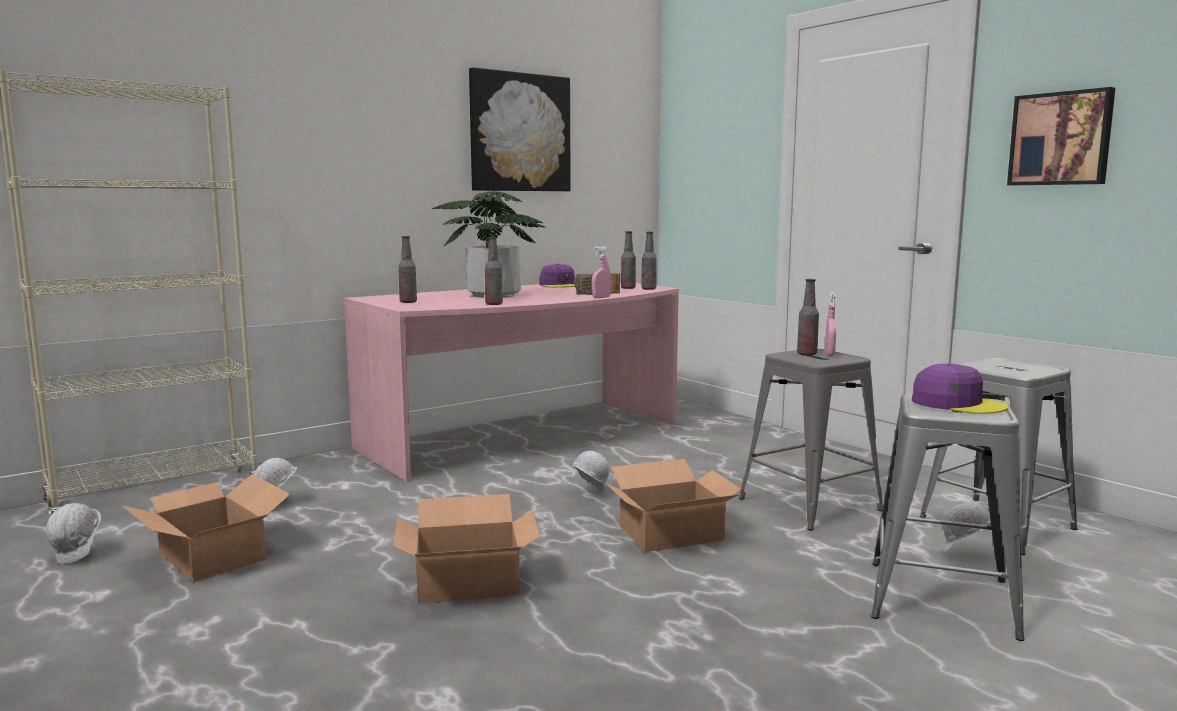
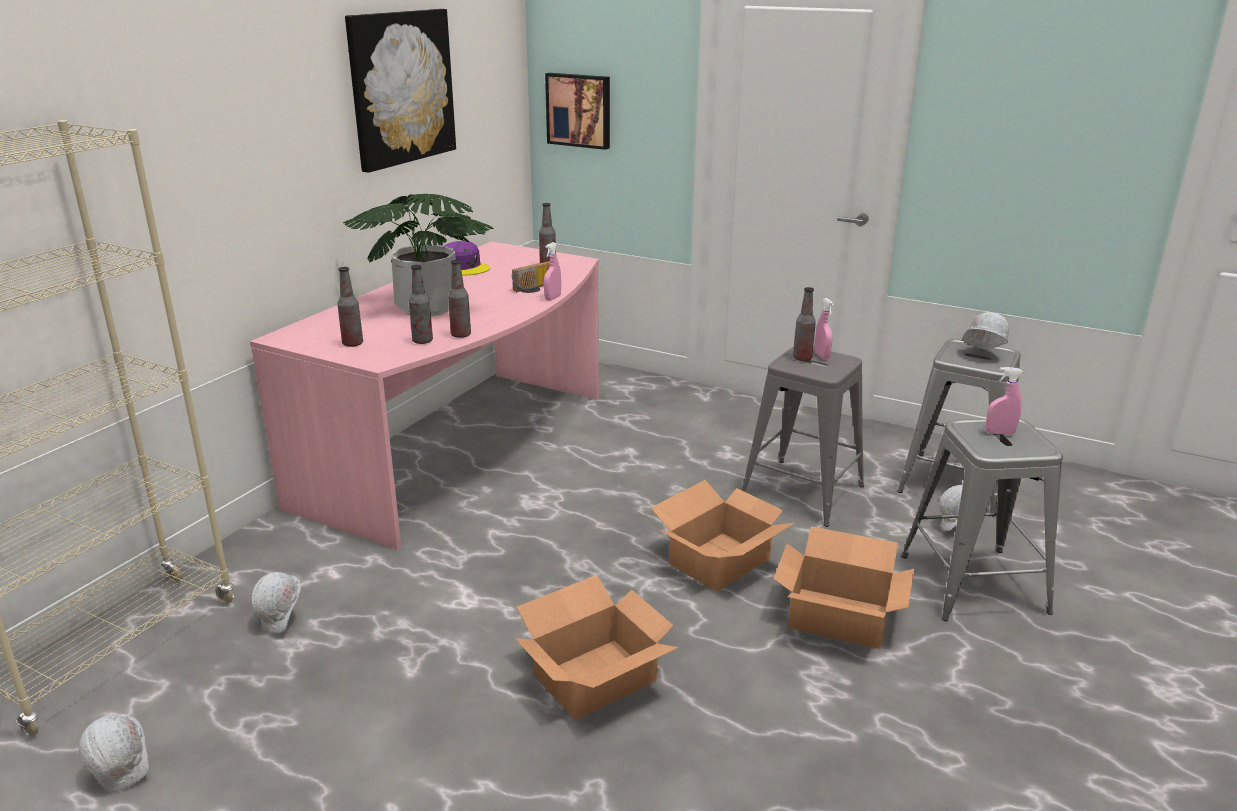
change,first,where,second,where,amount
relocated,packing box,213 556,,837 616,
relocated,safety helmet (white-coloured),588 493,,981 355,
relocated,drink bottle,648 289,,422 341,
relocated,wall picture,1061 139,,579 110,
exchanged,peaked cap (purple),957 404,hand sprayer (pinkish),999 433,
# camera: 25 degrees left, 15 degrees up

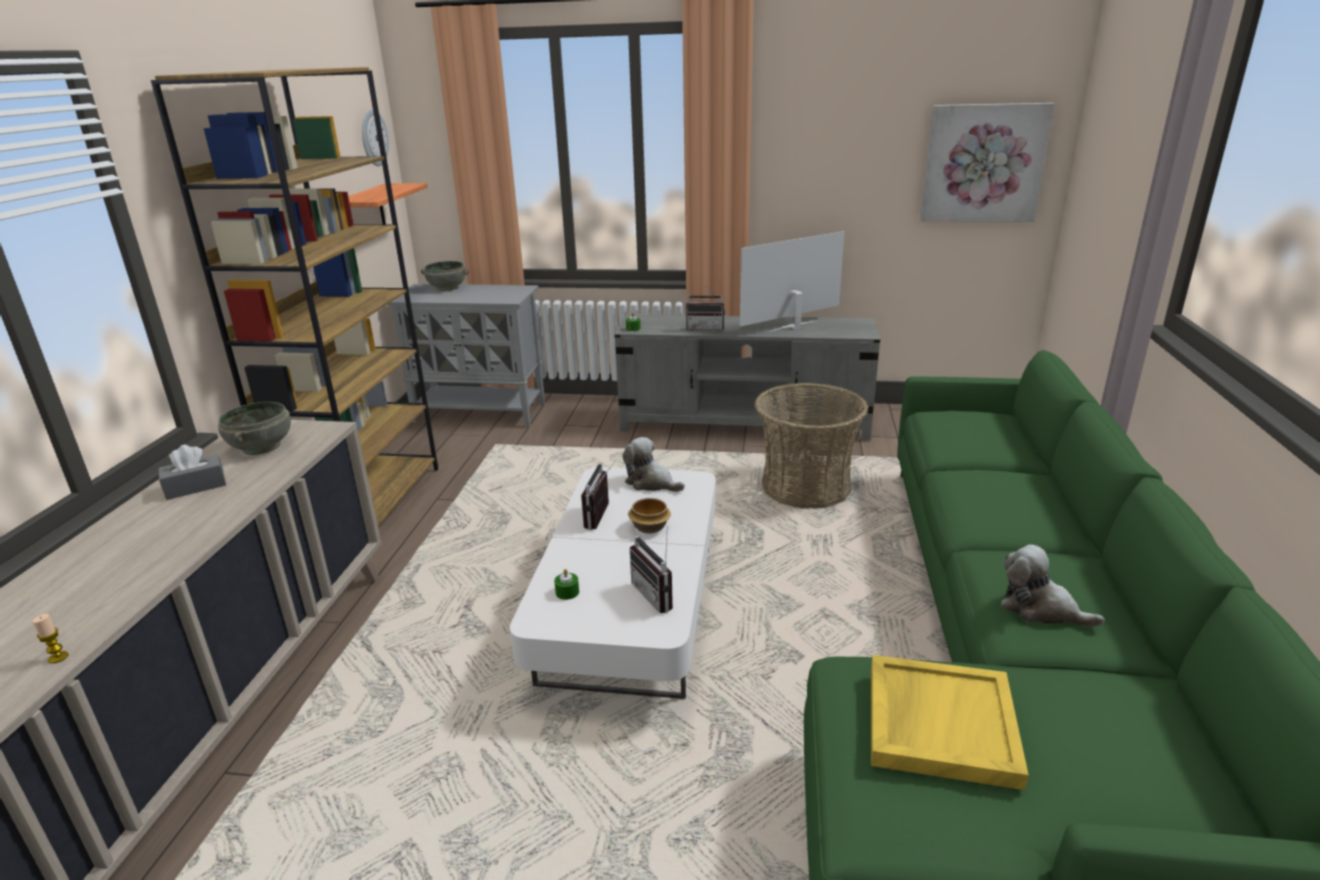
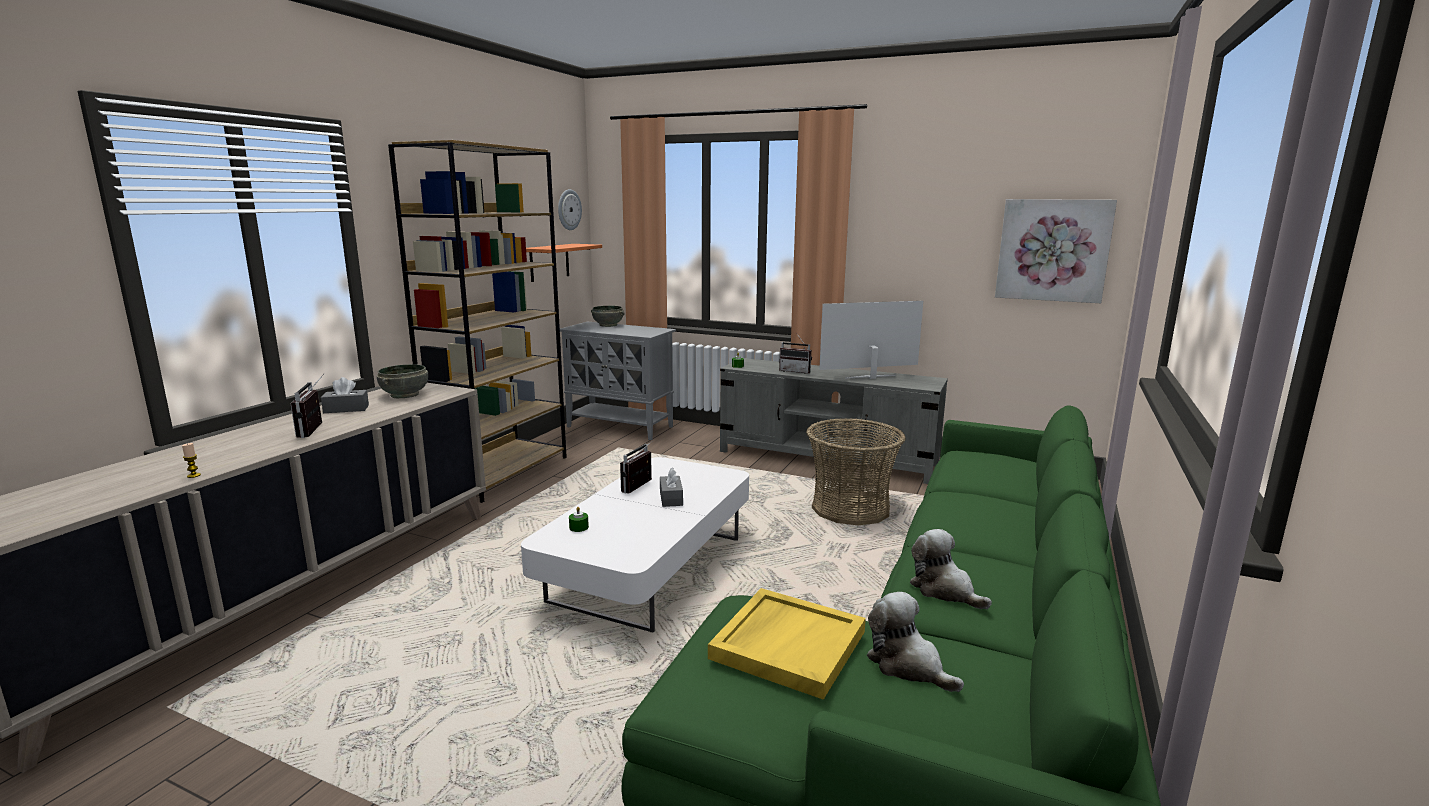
change,first,where,second,where,amount
relocated,plush toy,651 483,,908 665,
relocated,radio,658 595,,316 431,
exchanged,deep dish,649 527,tissue box (gray),671 498,
# camera: 15 degrees right, 10 degrees down

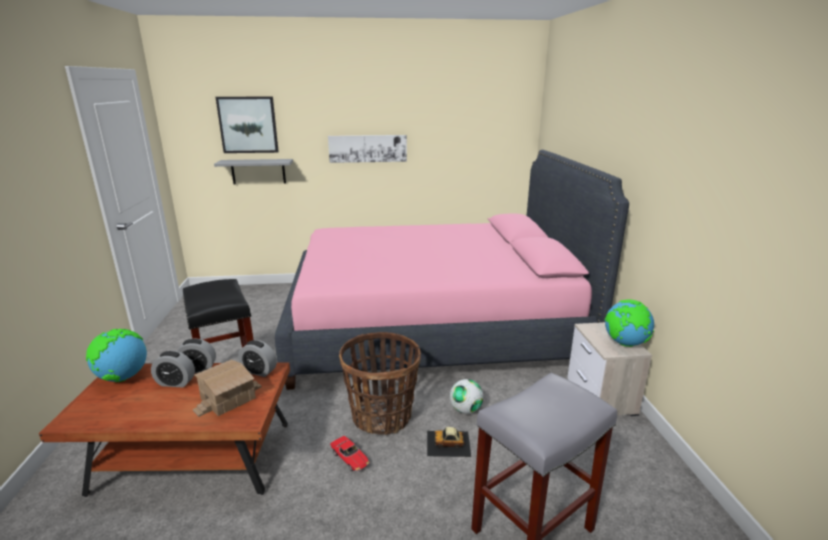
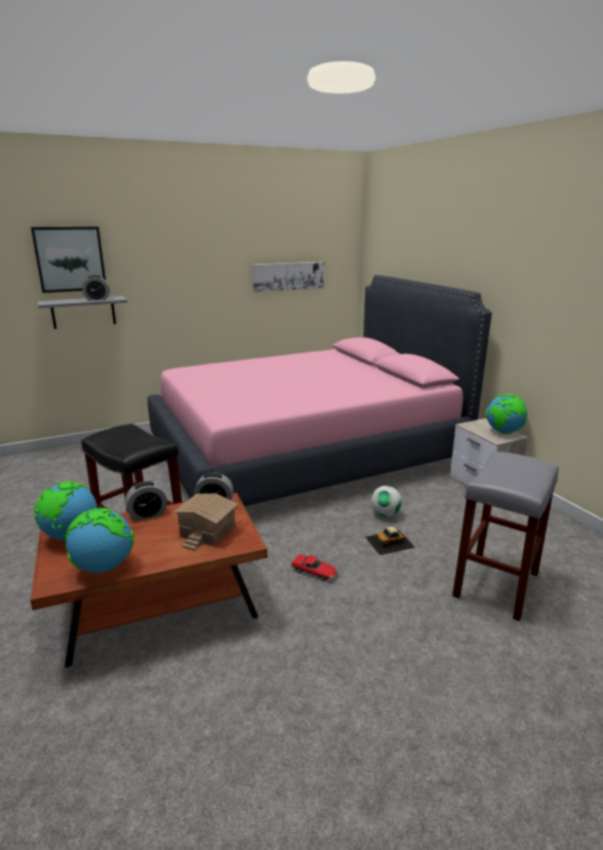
change,first,where,second,where,amount
missing,household basket,382 416,,,
appeared,,,globe,104 567,
relocated,alarm clock,176 382,,97 299,
relocated,wall picture,368 148,,288 276,
# camera: 20 degrees left, 0 degrees up

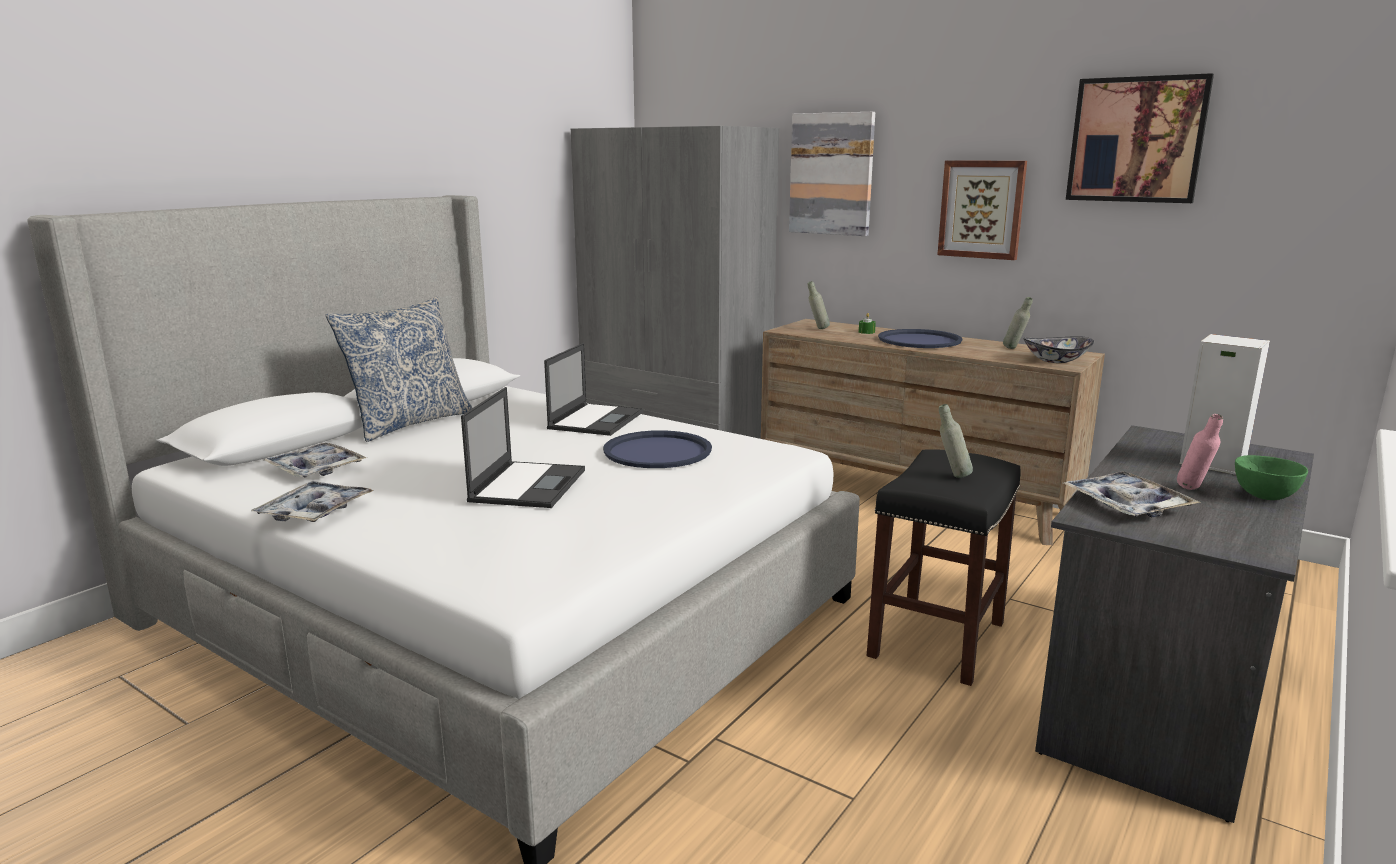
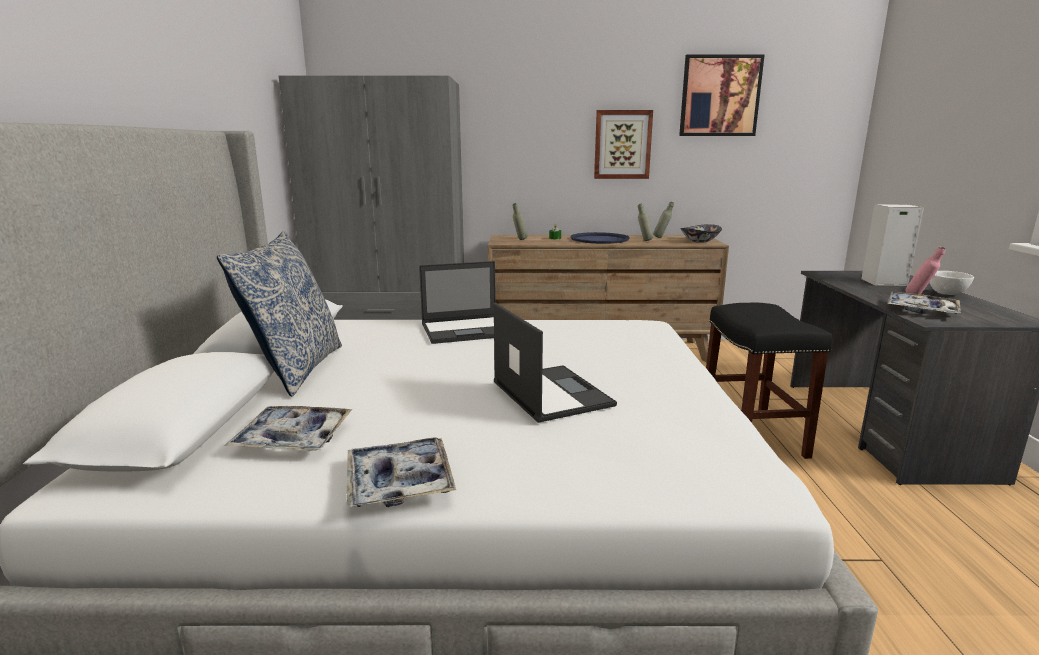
change,first,where,second,where,amount
missing,carrying tray (blue),657 451,,,
missing,wall picture,831 174,,,
relocated,drink bottle (gray),952 476,,644 241,
colour,deep dish (green),1264 497,deep dish (white-coloured),947 294,
spun,notebook computer,596 420,,466 330,90 degrees clockwise
# camera: 35 degrees left, 0 degrees up

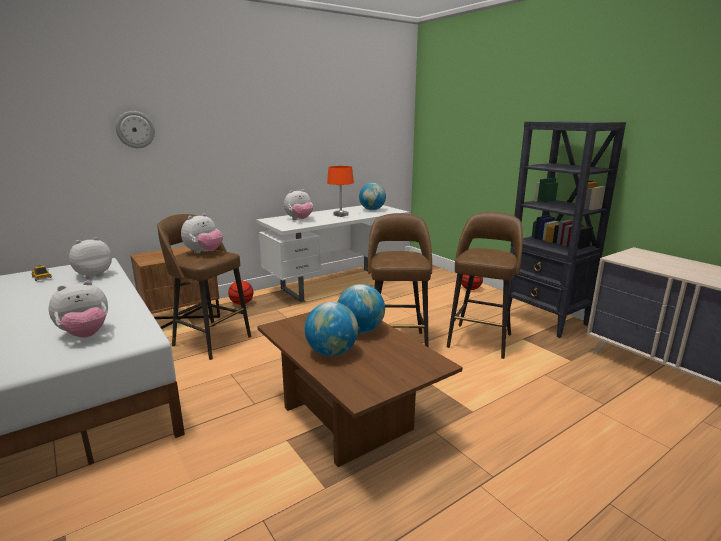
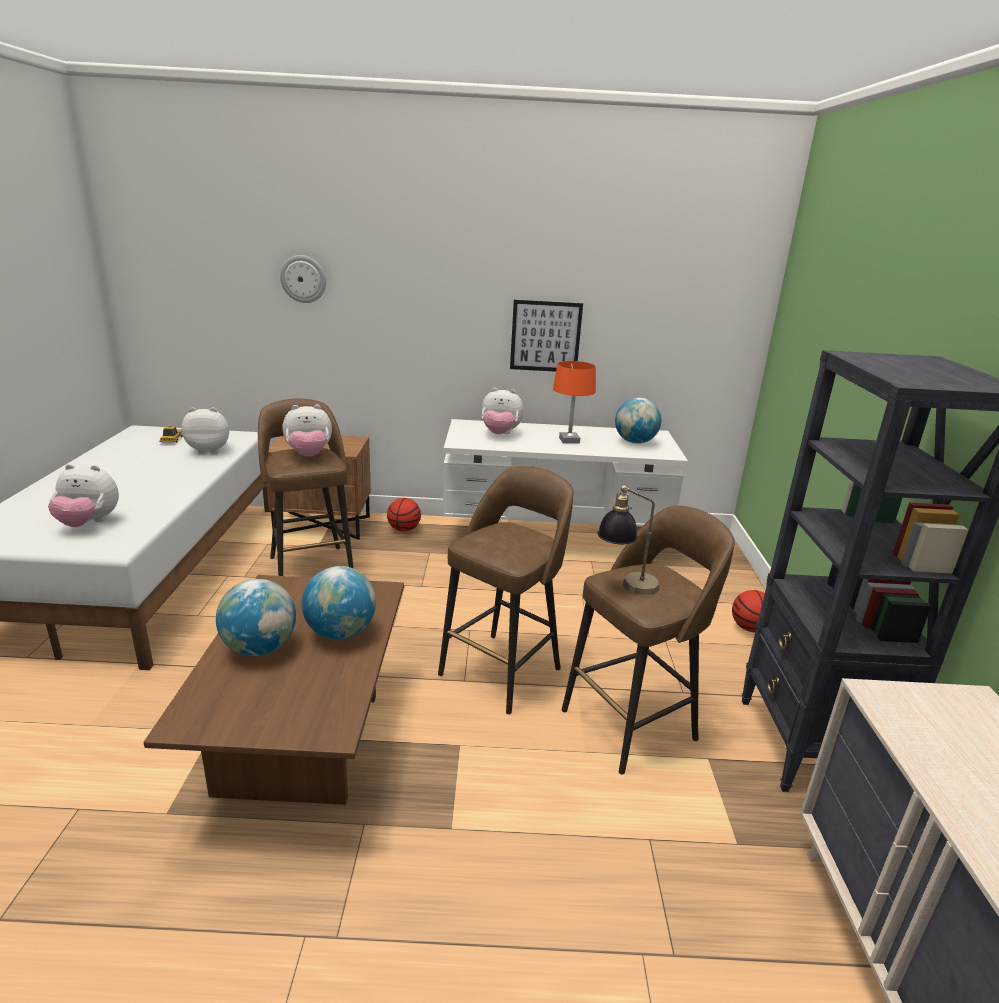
change,first,where,second,where,amount
appeared,,,wall picture,545 336,
appeared,,,tabletop lamp,625 585,
# camera: 35 degrees right, 5 degrees up

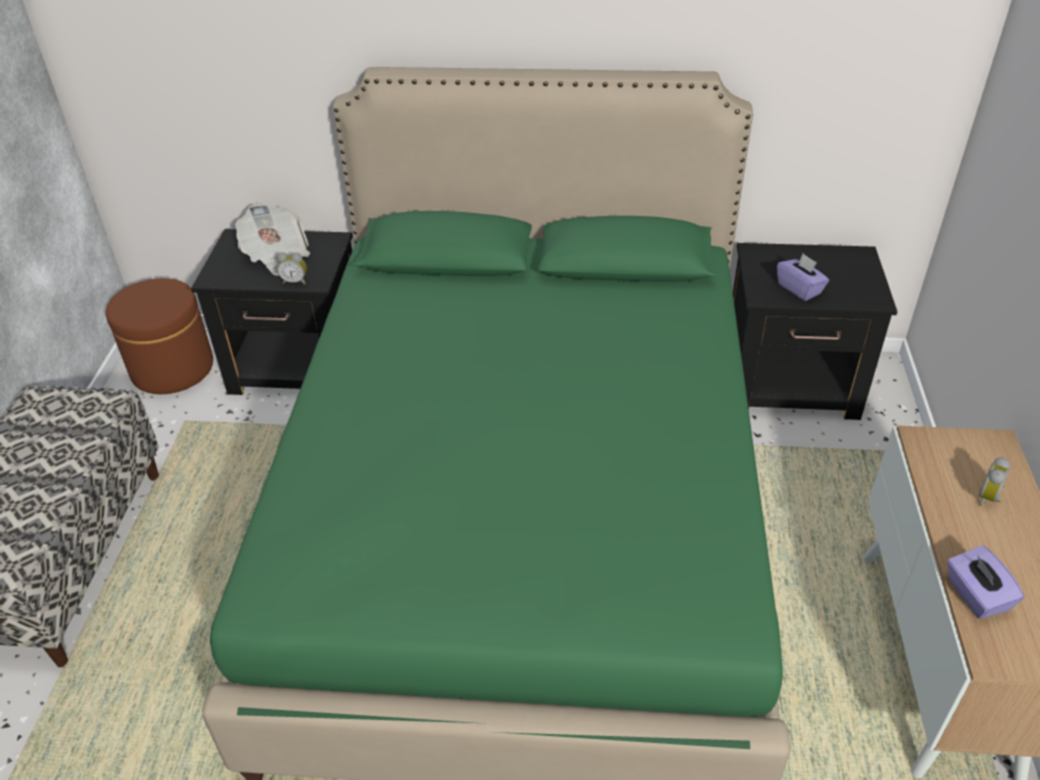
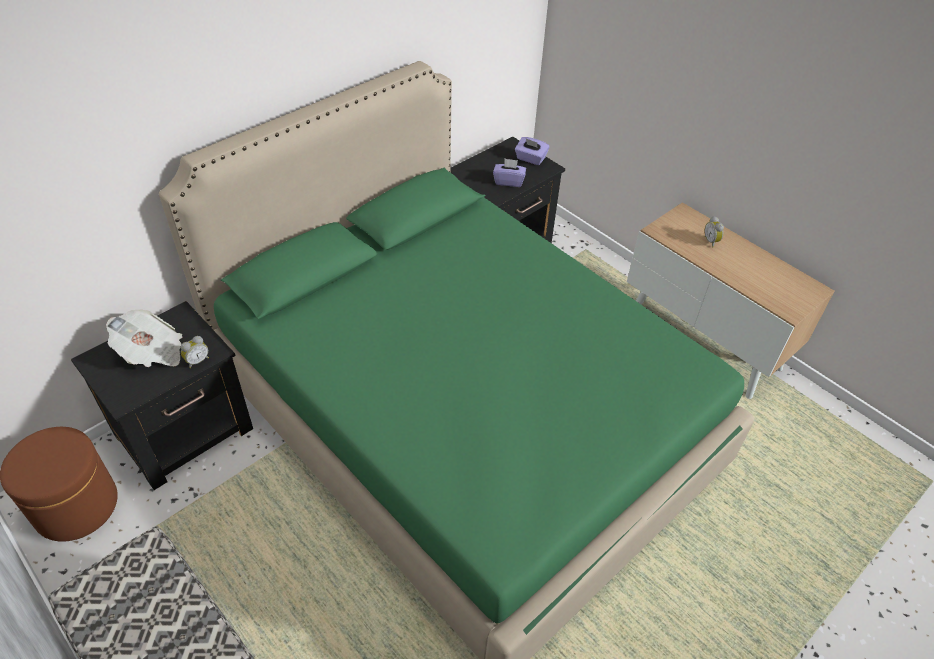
change,first,where,second,where,amount
relocated,tissue box (purple),975 596,,530 159,
# camera: 50 degrees left, 5 degrees up

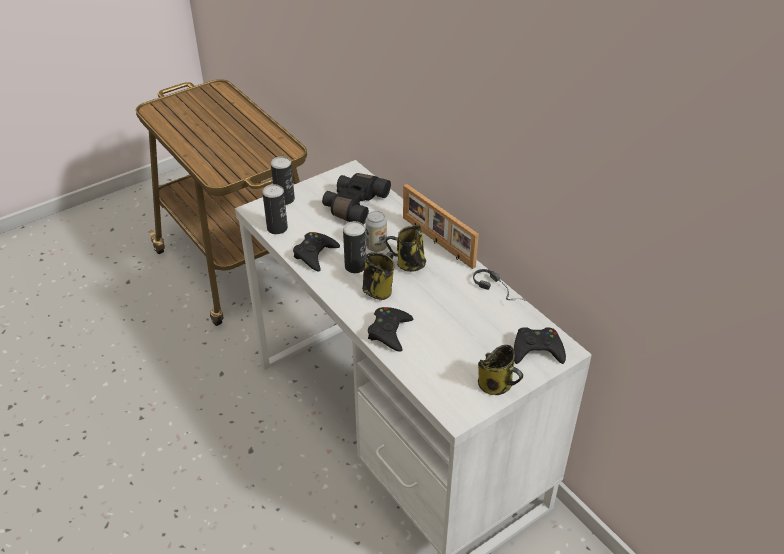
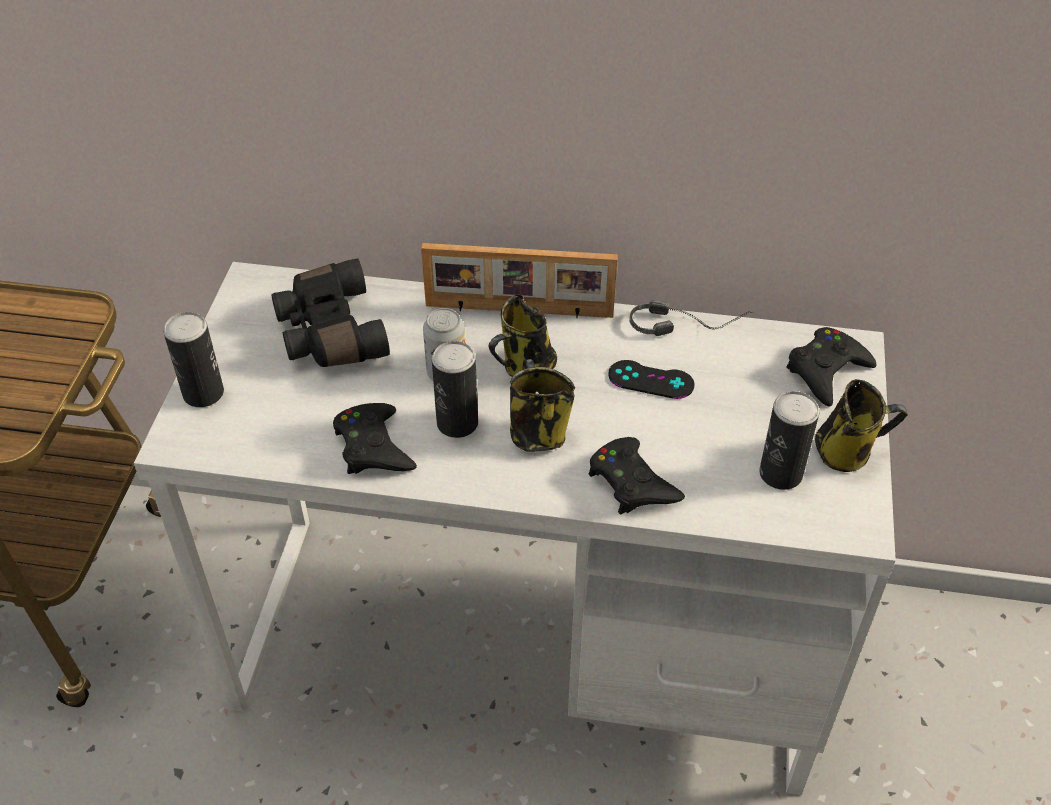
change,first,where,second,where,amount
appeared,,,gamepad (blackish),651 380,
relocated,sealed can,277 228,,780 473,
# camera: 45 degrees left, 5 degrees up

